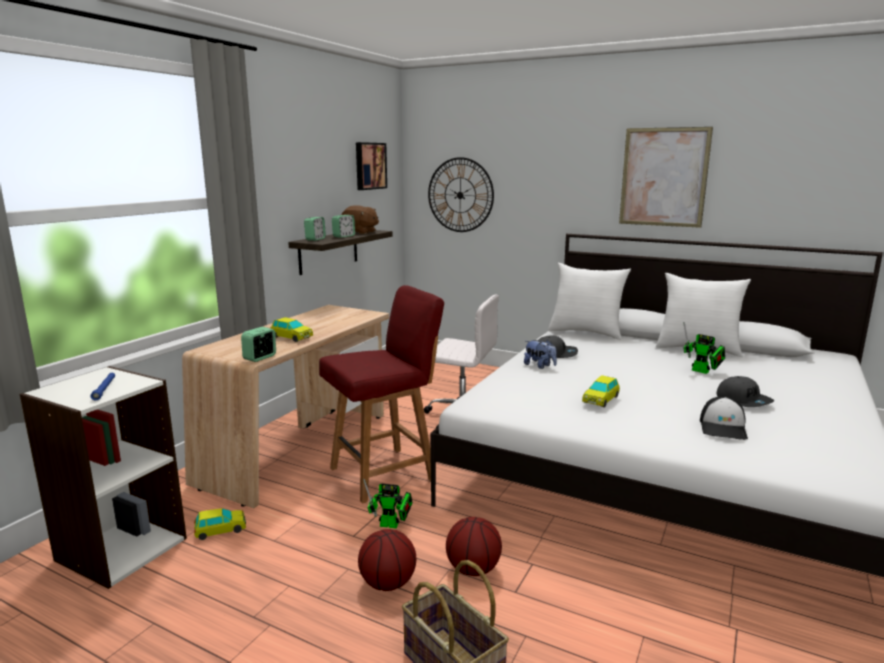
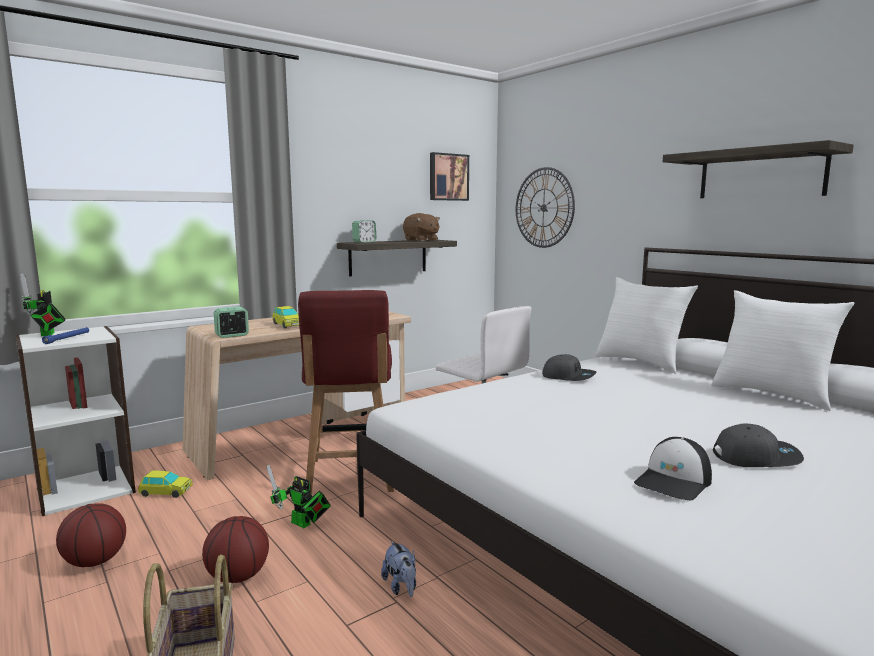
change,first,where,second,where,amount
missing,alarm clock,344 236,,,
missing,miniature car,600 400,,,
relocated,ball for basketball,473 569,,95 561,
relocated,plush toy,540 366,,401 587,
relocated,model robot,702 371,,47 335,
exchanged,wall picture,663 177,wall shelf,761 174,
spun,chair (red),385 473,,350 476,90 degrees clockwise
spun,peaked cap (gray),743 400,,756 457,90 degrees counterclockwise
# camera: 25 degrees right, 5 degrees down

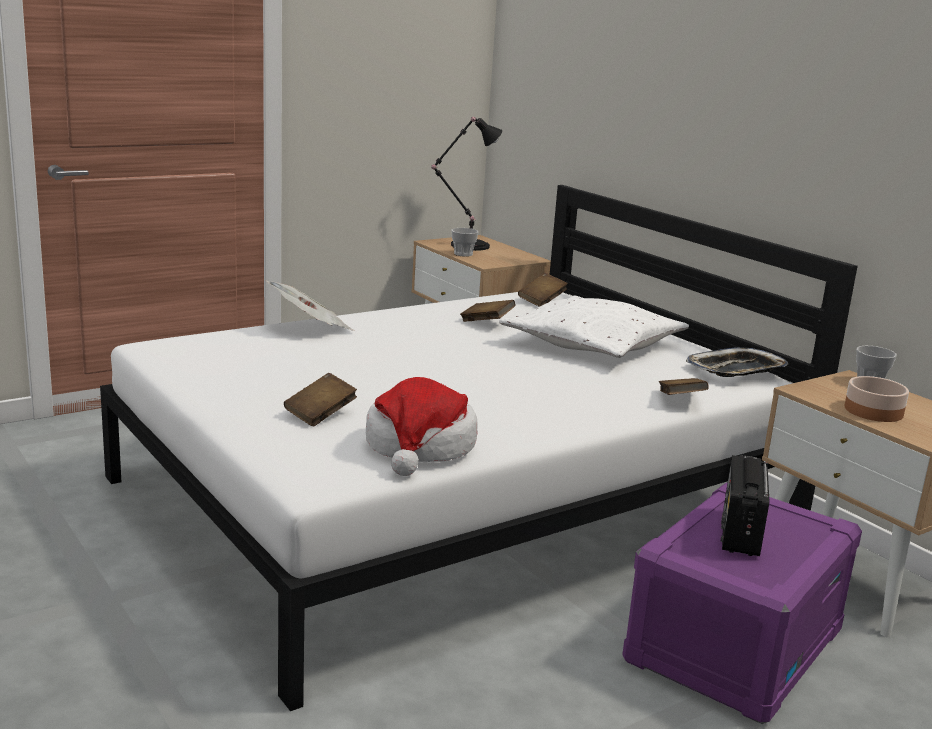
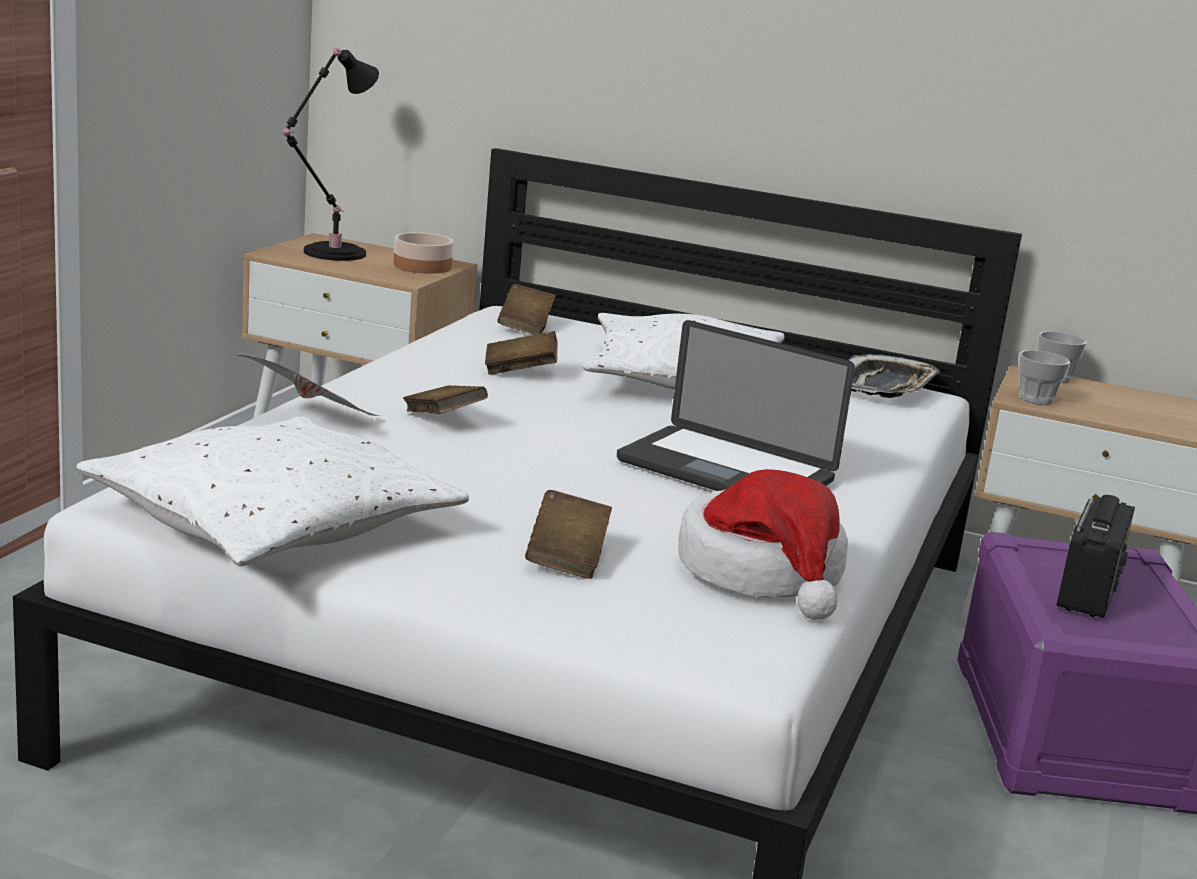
change,first,where,second,where,amount
appeared,,,pillow (white-coloured),273 522,
appeared,,,notebook computer,725 471,
relocated,drinking cup,463 254,,1036 399,
relocated,bound book (brown-coloured),680 400,,443 419,
relocated,deep dish,874 411,,423 266,
spun,radio,740 533,,1088 592,135 degrees counterclockwise
# camera: 35 degrees left, 0 degrees up

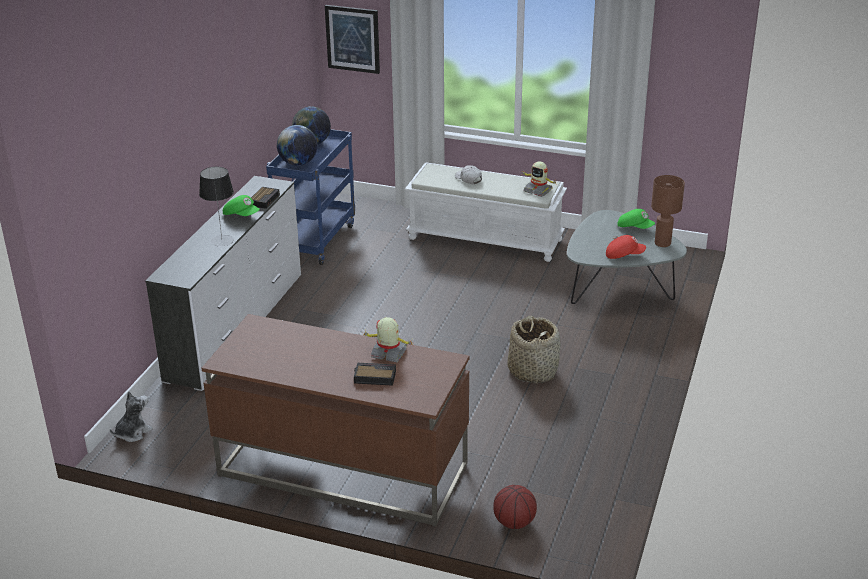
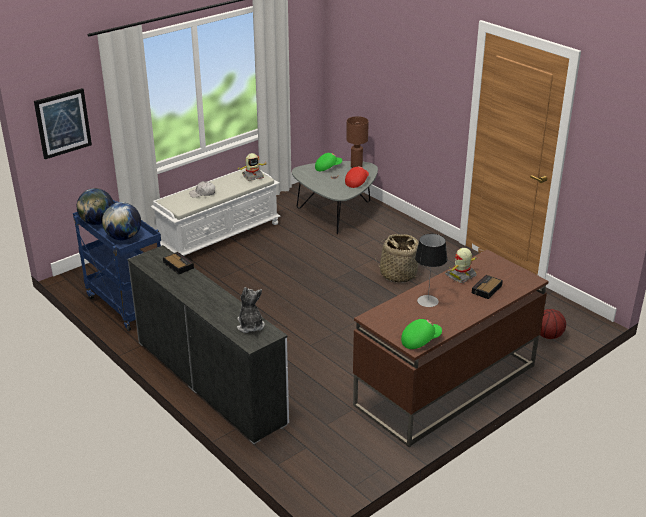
change,first,where,second,where,amount
relocated,plush toy,133 433,,250 325,
relocated,tabletop lamp,222 241,,428 301,
relocated,peaked cap (green),242 215,,420 340,
# camera: 60 degrees left, 0 degrees up

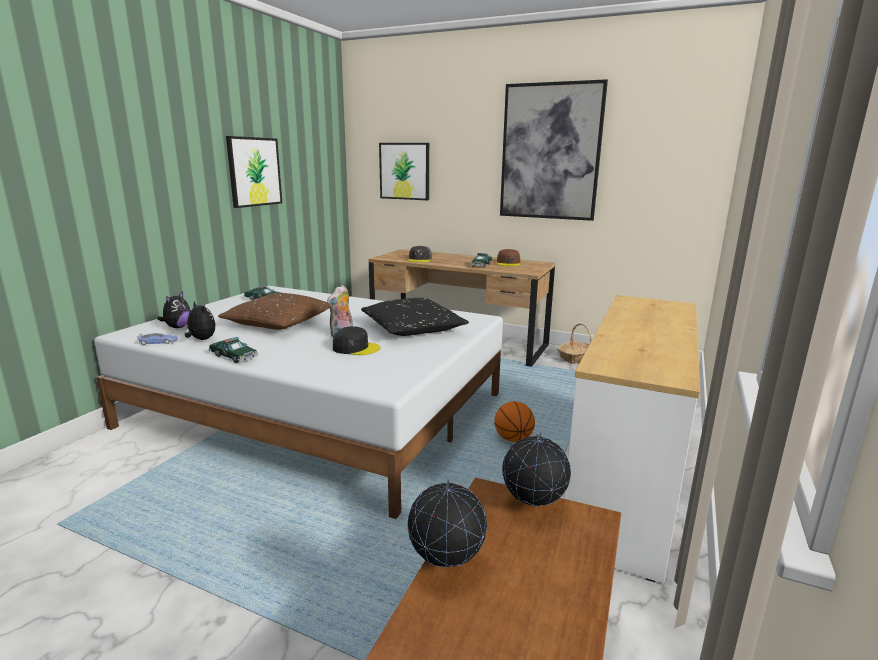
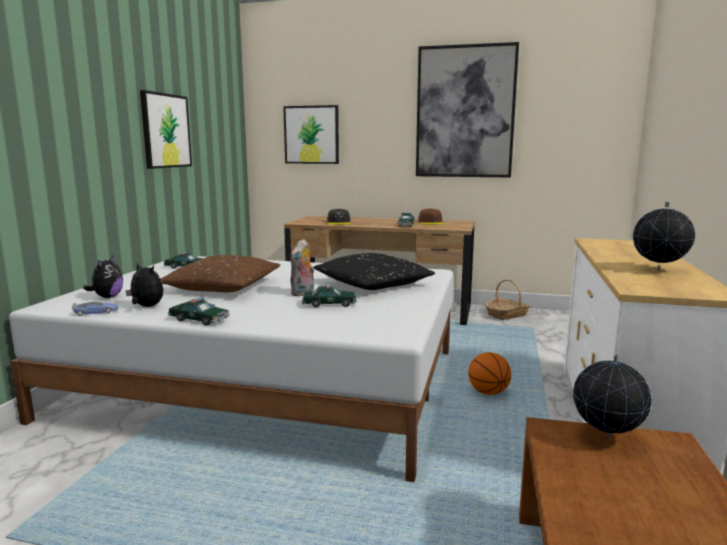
change,first,where,second,where,amount
relocated,globe,446 565,,658 270,
exchanged,peaked cap (blackish),356 348,miniature car,329 304,
# camera: 10 degrees left, 5 degrees down

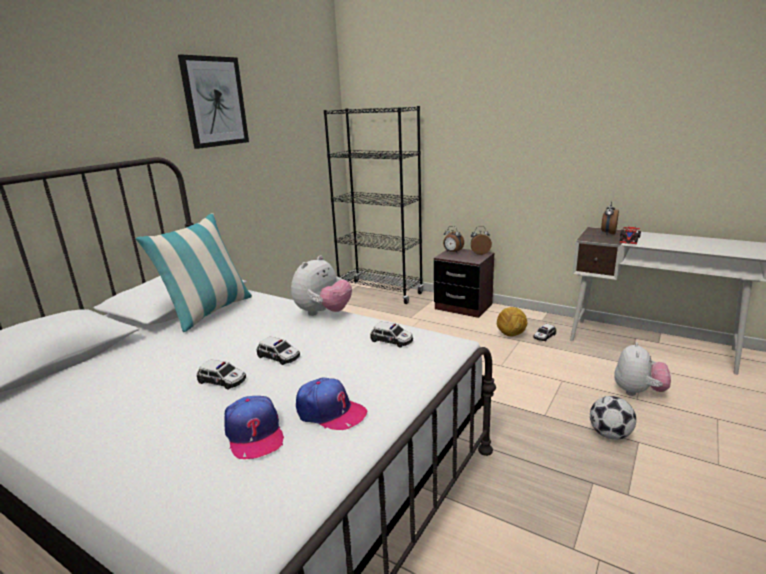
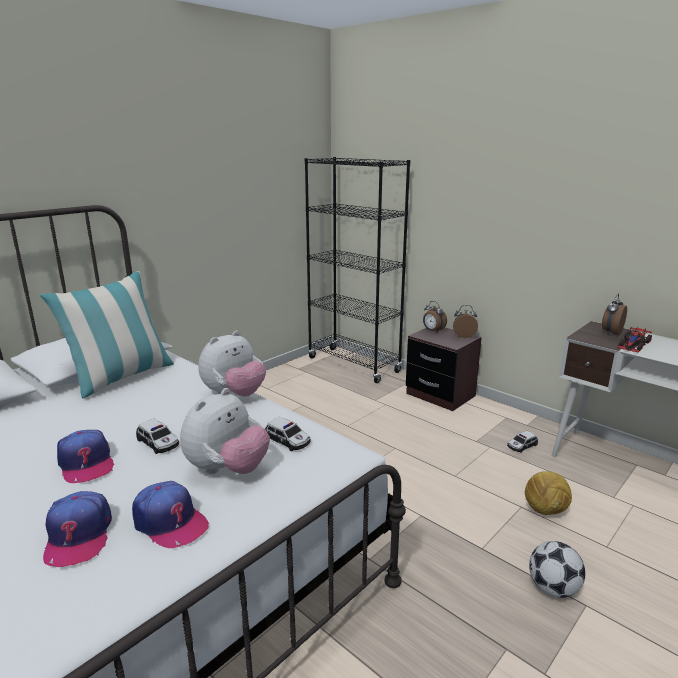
change,first,where,second,where,amount
missing,wall picture,214 102,,,
relocated,football,511 334,,545 510,
relocated,plush toy,638 392,,227 469,
exchanged,miniature car,222 380,peaked cap,86 463,
# camera: 10 degrees right, 0 degrees up

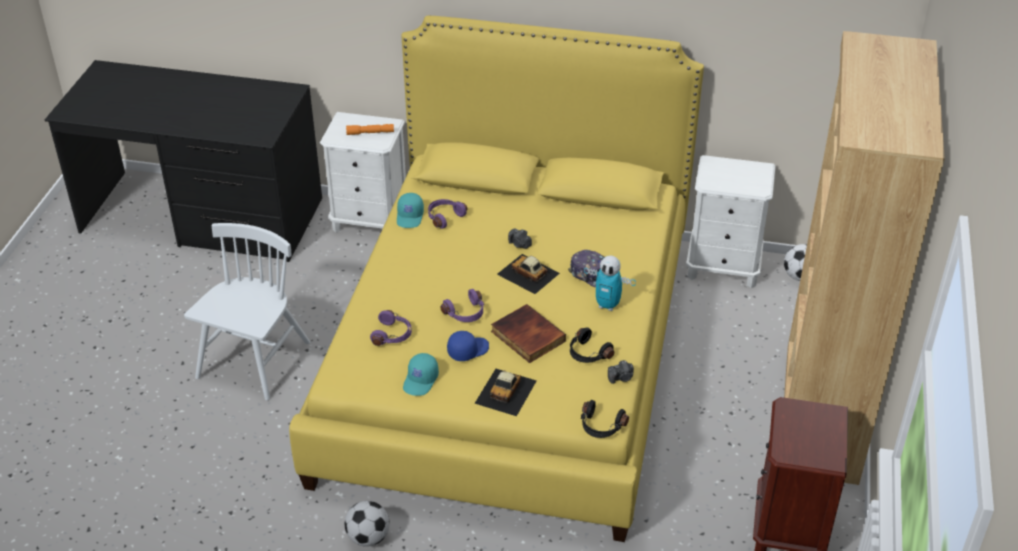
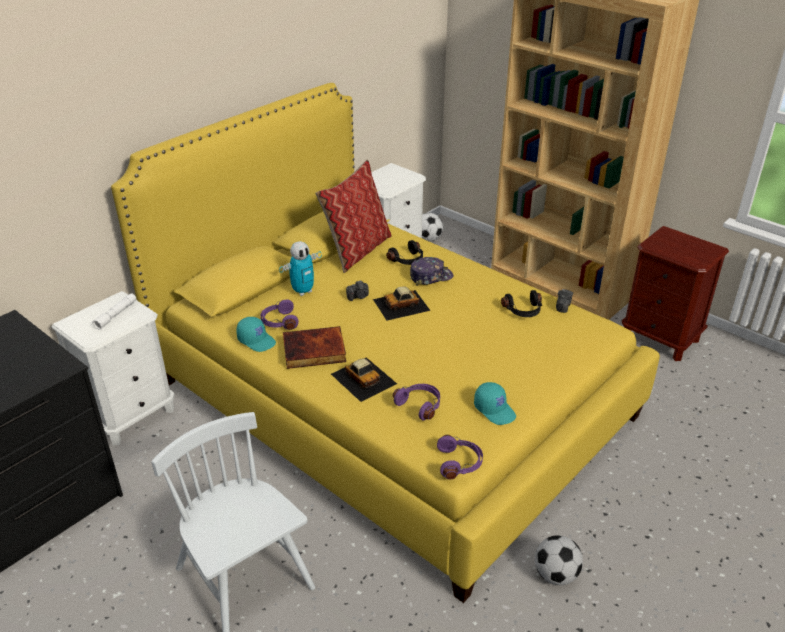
change,first,where,second,where,amount
missing,peaked cap (blue),467 350,,,
appeared,,,pillow,357 250,
relocated,pair of headphones (purple),466 314,,459 463,
relocated,miniature car,506 391,,363 378,
relocated,bound book,526 336,,314 351,
relocated,pair of headphones (blackish),601 427,,408 260,
relocated,model robot,607 305,,303 291,
colour,hand torch (orangey),370 133,hand torch (white-coloured),116 315,
# camera: 60 degrees left, 5 degrees down

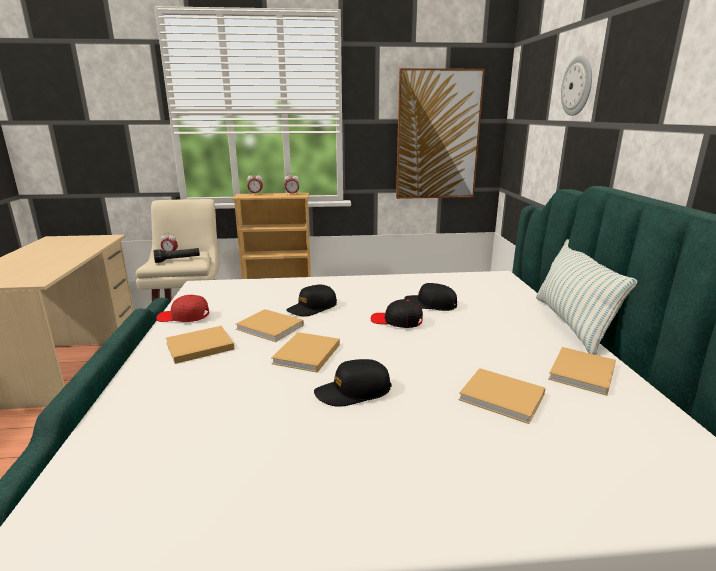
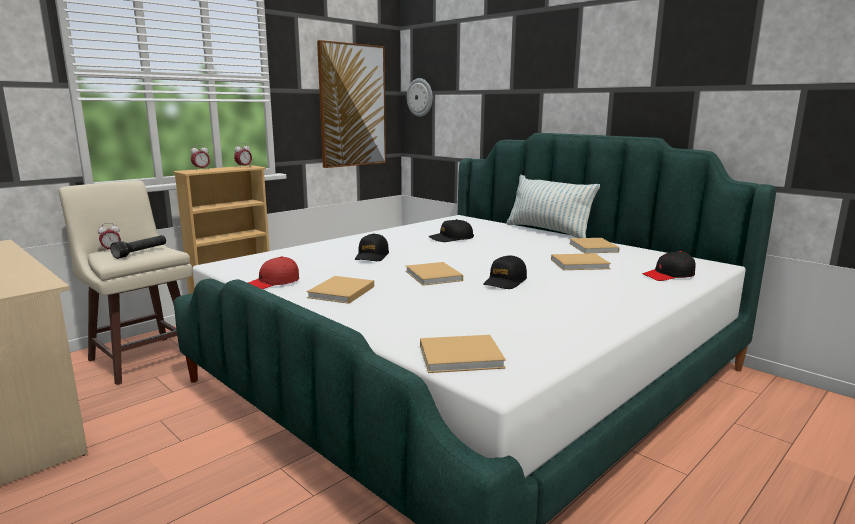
change,first,where,second,where,amount
relocated,bound book (beige),271 328,,463 356,
relocated,peaked cap (blackish),396 321,,668 275,
relocated,clock on the wall,577 86,,420 97,
# camera: 40 degrees left, 5 degrees down

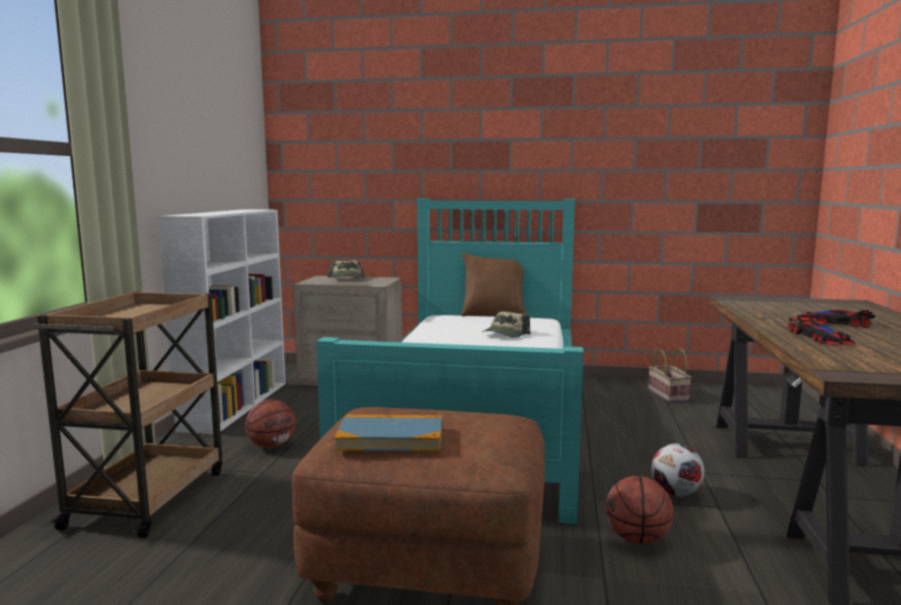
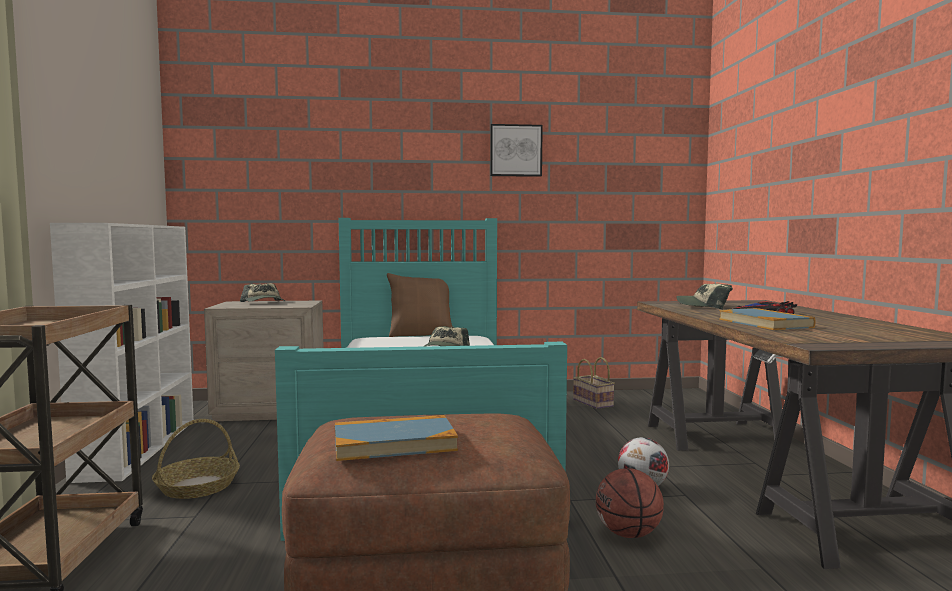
change,first,where,second,where,amount
appeared,,,wall picture,515 150,
appeared,,,peaked cap,704 306,
exchanged,ball for basketball,272 446,household basket,198 486,
exchanged,miniature car,819 337,bound book,764 323,
# camera: 15 degrees left, 5 degrees down

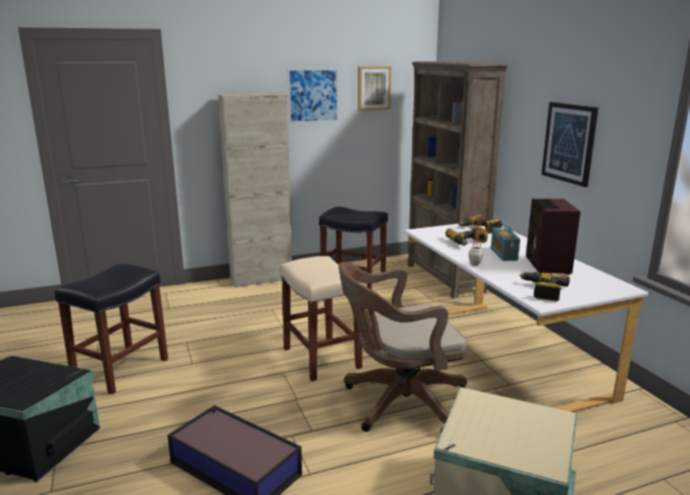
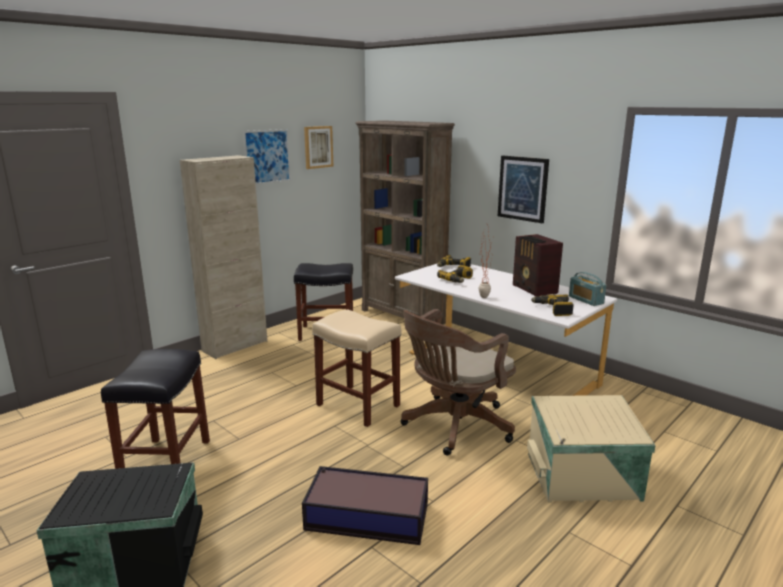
change,first,where,second,where,amount
relocated,radio,503 254,,585 300,
# camera: 25 degrees left, 0 degrees up

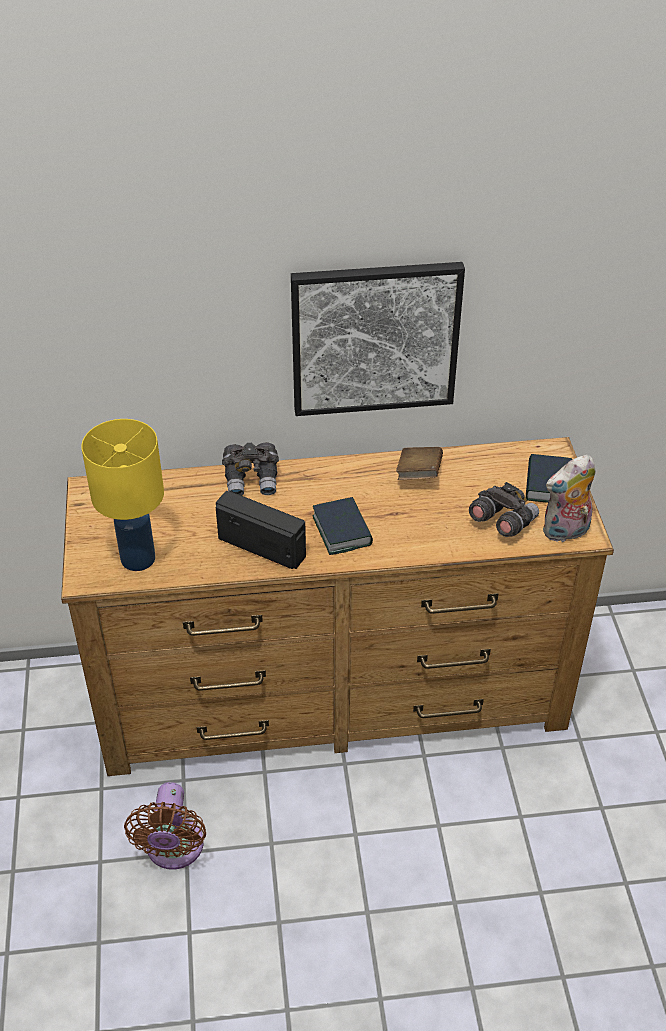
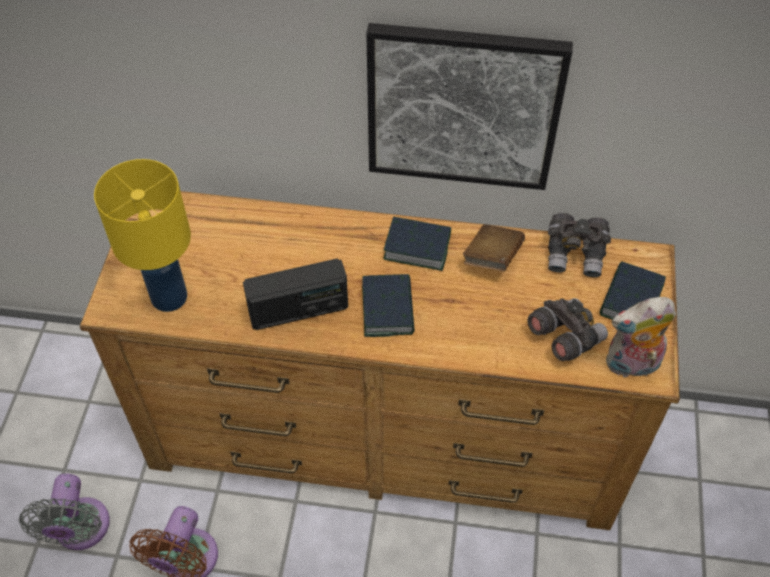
change,first,where,second,where,amount
appeared,,,cooling fan (gray),80 530,
appeared,,,bound book,417 247,
relocated,binoculars (gray),252 480,,575 254,
spun,radio,262 546,,298 310,120 degrees clockwise
# camera: 15 degrees right, 10 degrees up

